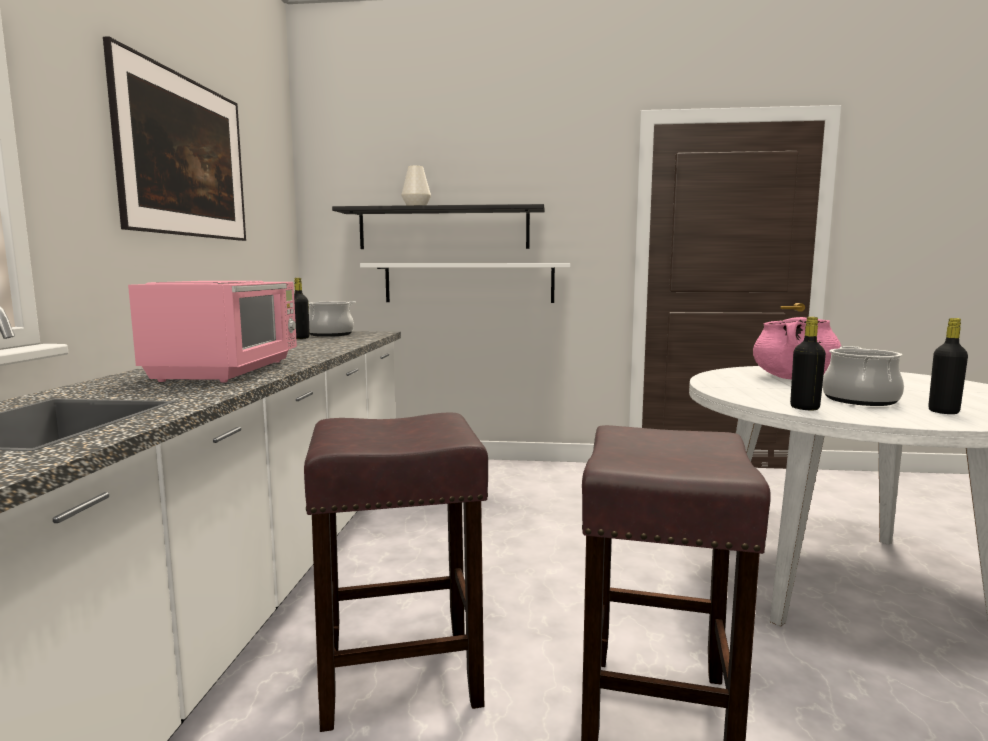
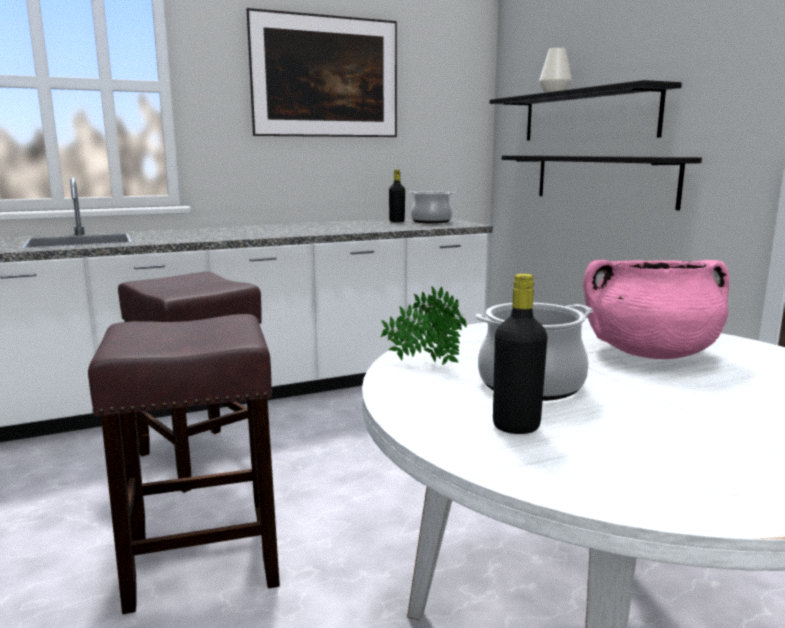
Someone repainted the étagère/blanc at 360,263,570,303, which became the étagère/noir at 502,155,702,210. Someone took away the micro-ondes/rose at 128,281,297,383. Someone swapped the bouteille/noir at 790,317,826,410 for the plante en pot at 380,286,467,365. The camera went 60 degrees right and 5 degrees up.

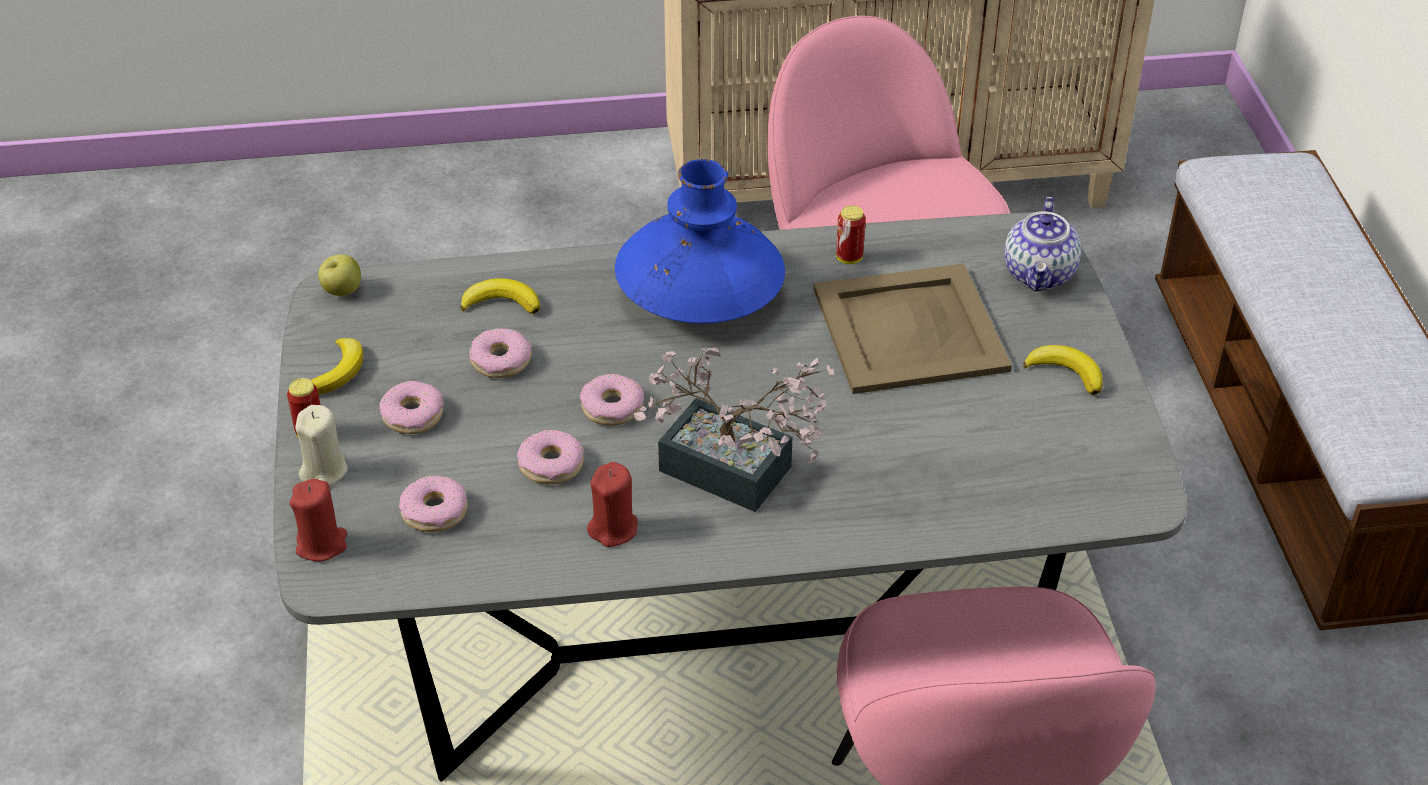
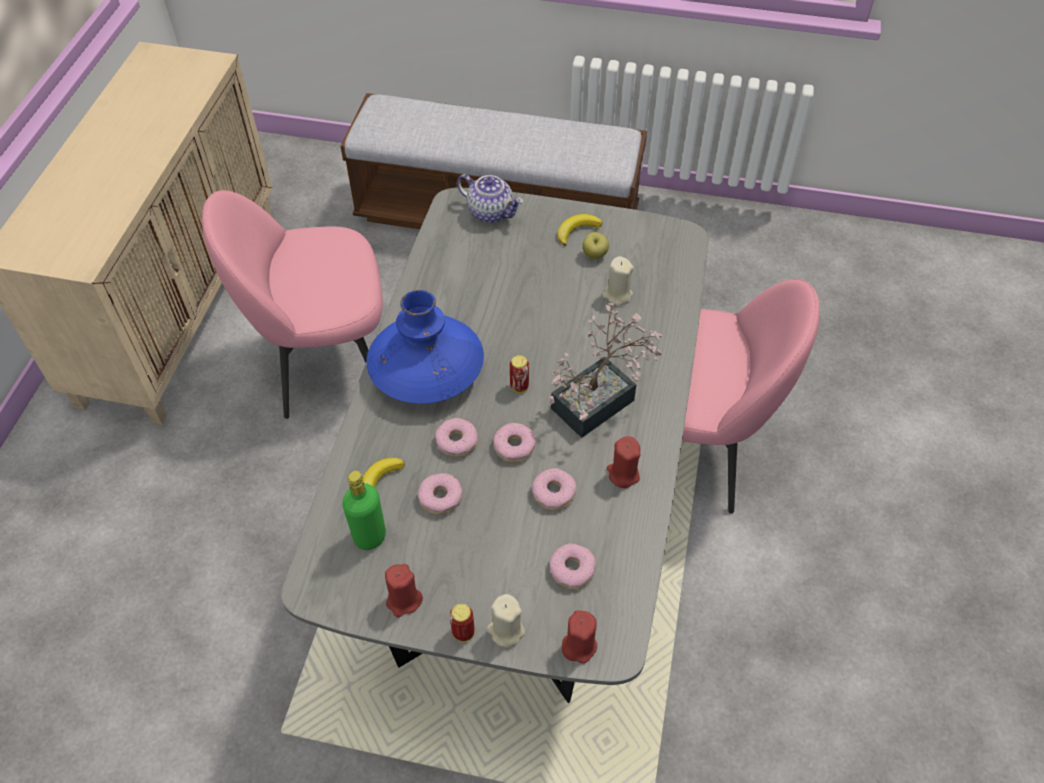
Someone carried the boîte métallique from 836,206,866,264 to 510,355,529,393. Someone carried the pomme from 318,254,361,296 to 582,232,609,259. Someone took away the plateau/beige at 814,264,1012,394. Someone swapped the banane at 311,338,363,395 for the bougie/rouge at 385,564,423,618. Someone carried the beignet from 379,381,444,434 to 435,418,478,457. Someone put down the bougie/beige at 602,256,634,305. Someone put down the bouteille/vert at 343,471,386,550. The camera went 70 degrees left and 10 degrees up.

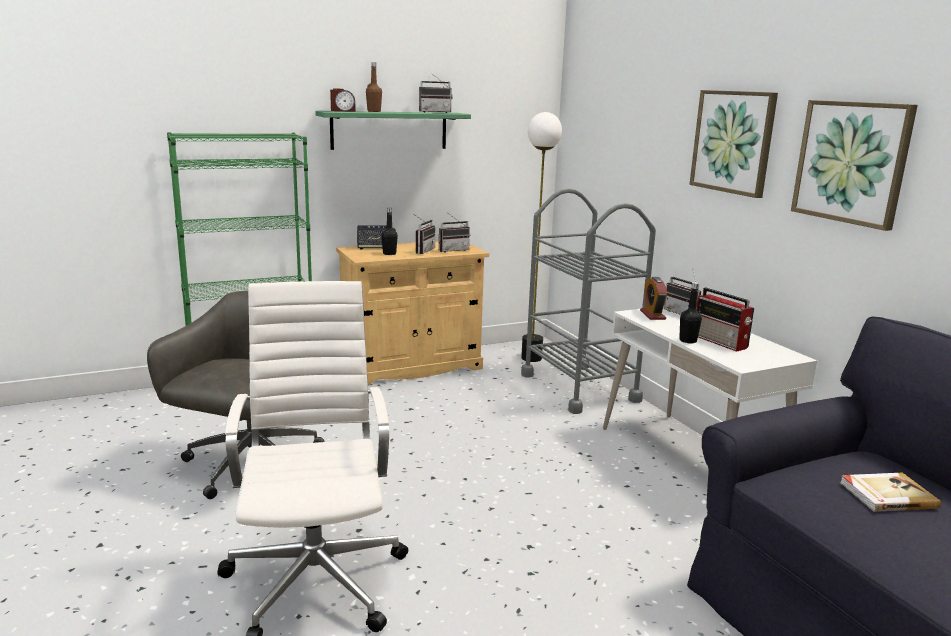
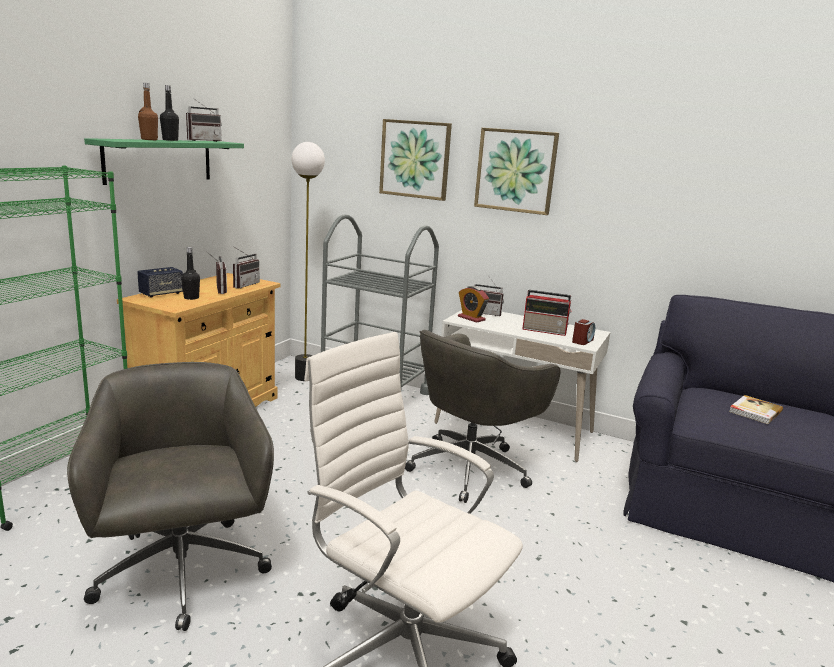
Someone carried the réveil from 330,88,356,112 to 572,319,595,345. Someone carried the tableau from 791,100,918,231 to 379,119,452,201. Someone carried the bouteille/noir from 679,282,702,343 to 160,85,179,141. Someone put down the chaise de bureau/gris at 405,330,560,503. The camera went 40 degrees left and 0 degrees up.

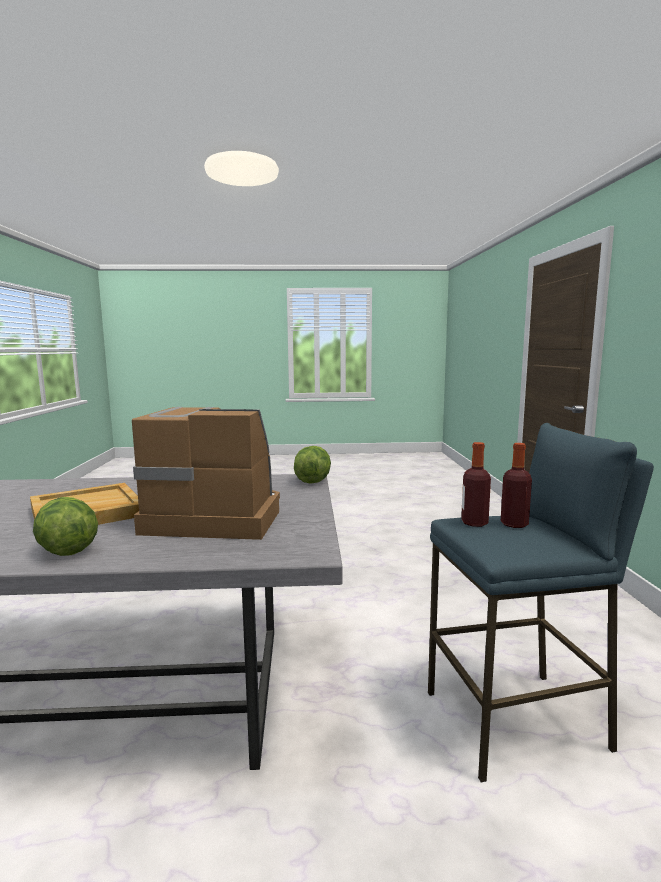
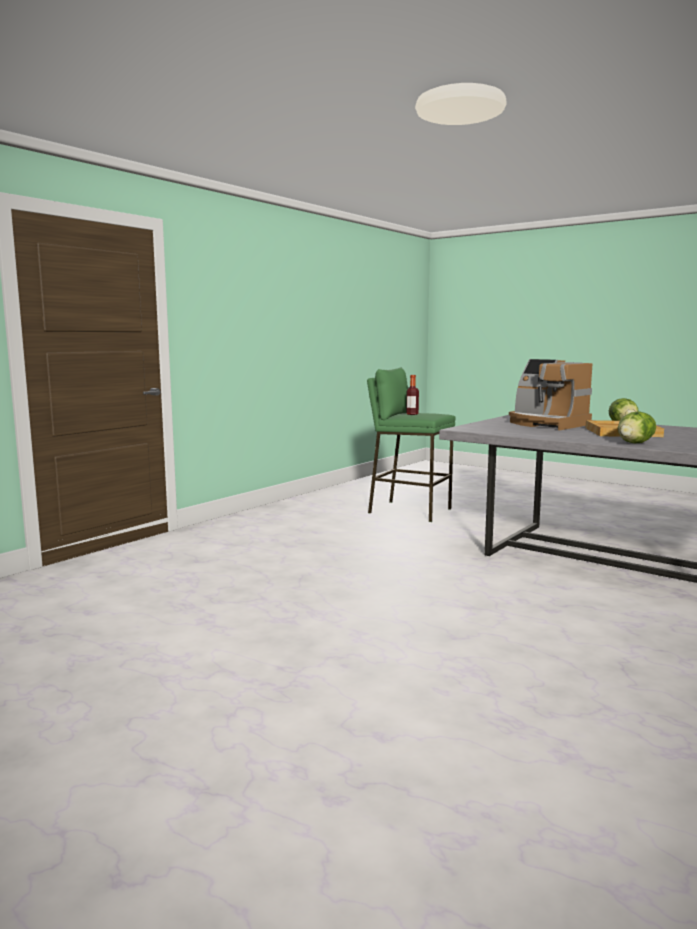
Someone repainted the tabouret/bleu at 428,423,654,782, which became the tabouret/vert at 367,367,455,522. Someone took away the bouteille at 461,442,491,527. Someone carried the laitue from 294,446,331,484 to 618,411,656,443. The camera went 140 degrees left and 0 degrees up.

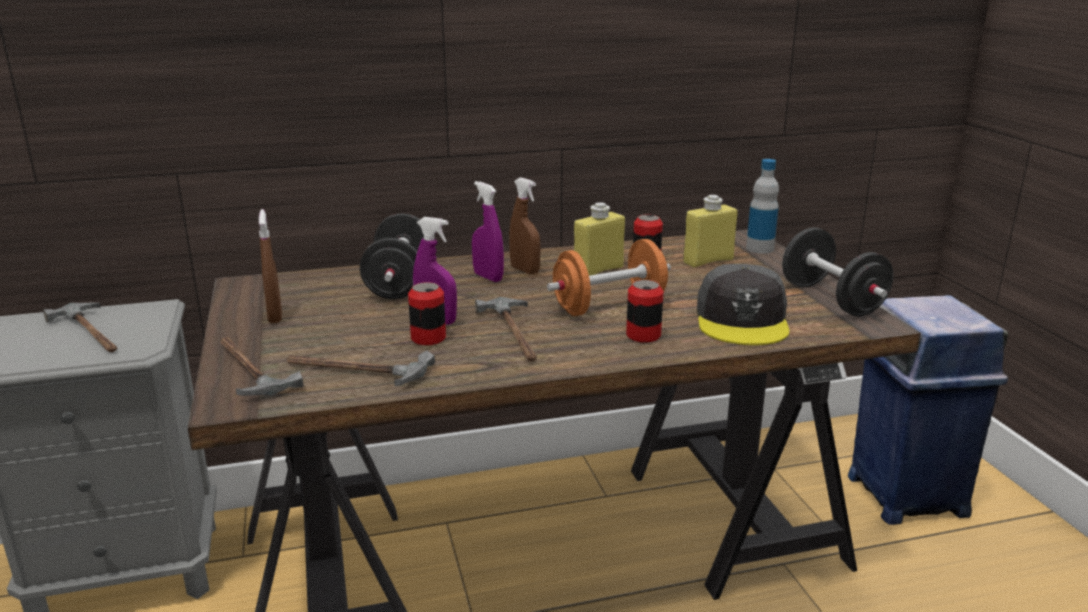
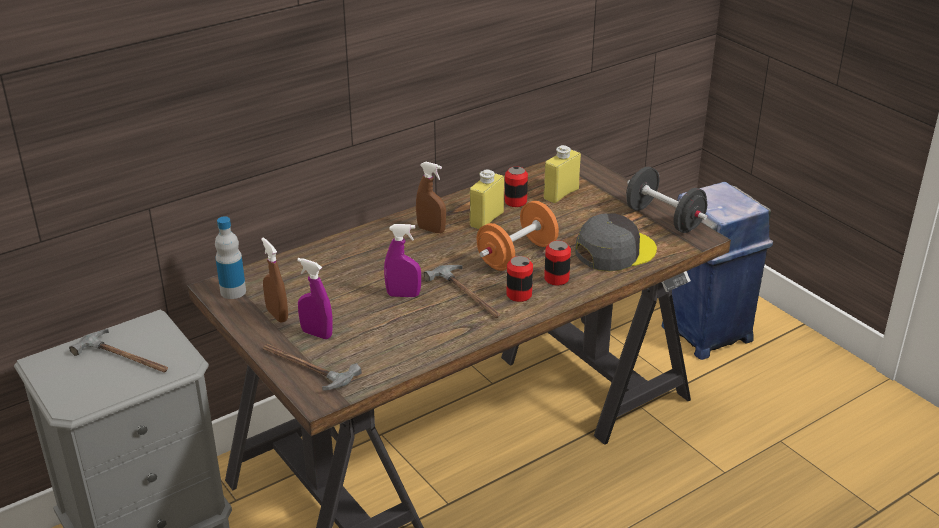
Someone carried the bouteille from 746,159,779,254 to 215,216,246,299. Someone carried the vaporisateur/violet from 472,181,504,282 to 297,258,333,339. Someone took away the haltère/noir at 360,213,424,299. Someone rotated the casquette/gris at 697,264,789,345 by 105 degrees counterclockwise. Someone carried the boîte métallique from 408,282,446,345 to 507,256,533,302. Someone took away the marteau at 287,350,435,386. The camera went 20 degrees left and 10 degrees up.

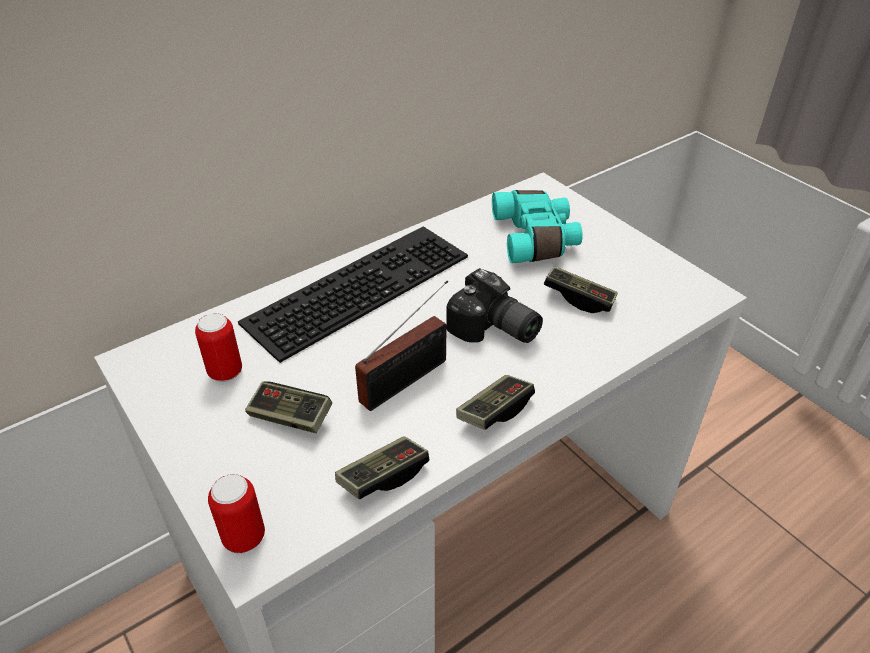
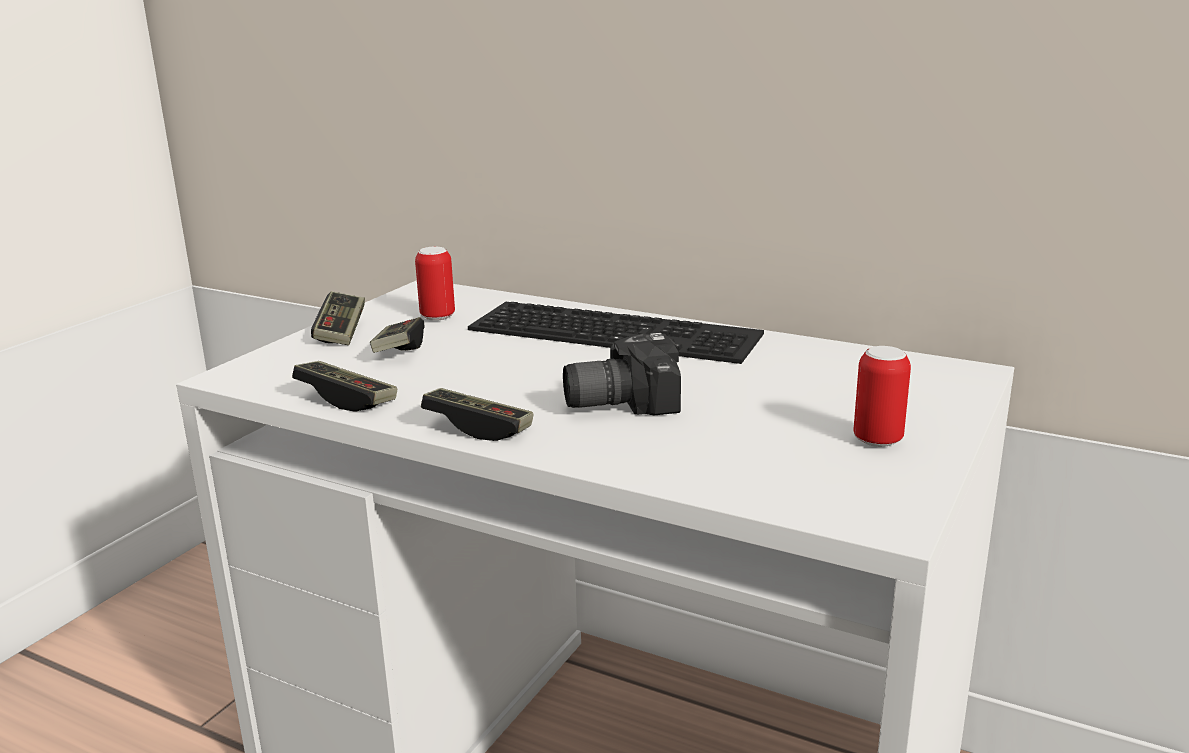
Someone took away the jumelles/turquoise at 492,190,583,263. Someone carried the manette from 544,266,618,313 to 311,291,365,345. Someone rotated the appareil photo at 446,268,543,343 by 60 degrees clockwise. Someone took away the radio at 355,281,448,411. Someone carried the boîte métallique from 208,474,265,553 to 854,346,911,447. The camera went 65 degrees right and 20 degrees down.

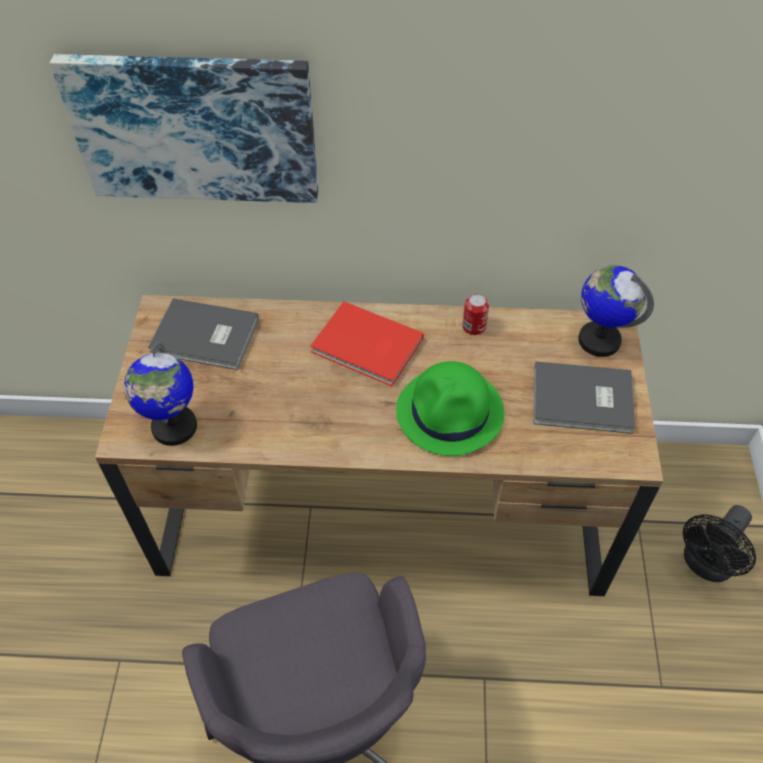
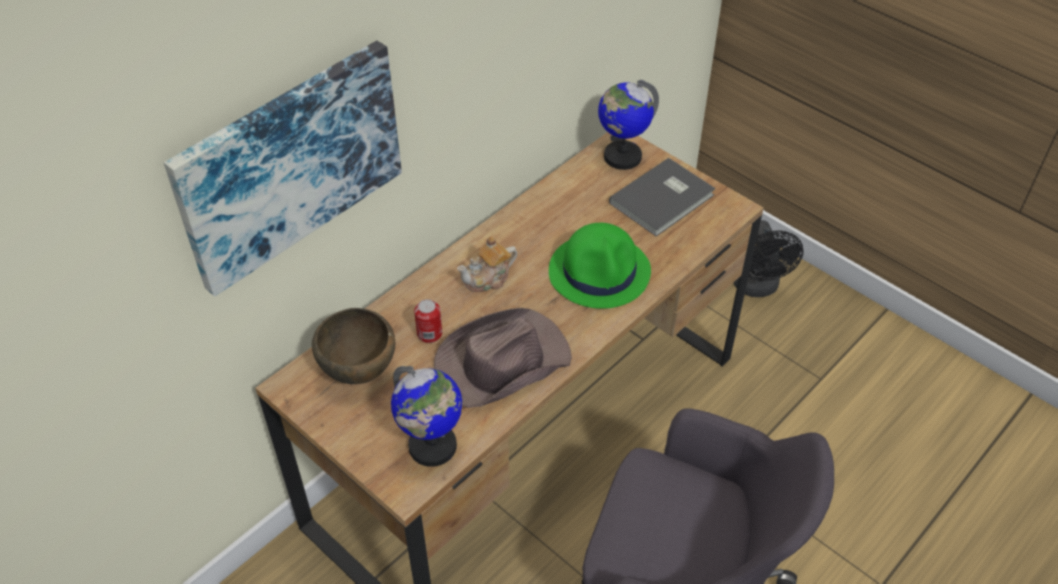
Someone carried the boîte métallique from 462,294,489,335 to 414,299,442,343. Someone swapped the livre/gris at 148,298,259,370 for the bol/marron at 312,308,395,384. Someone swapped the livre/rouge at 310,301,424,386 for the théière at 457,236,518,292. Someone put down the chapeau/marron at 434,308,572,408. The camera went 50 degrees left and 5 degrees down.

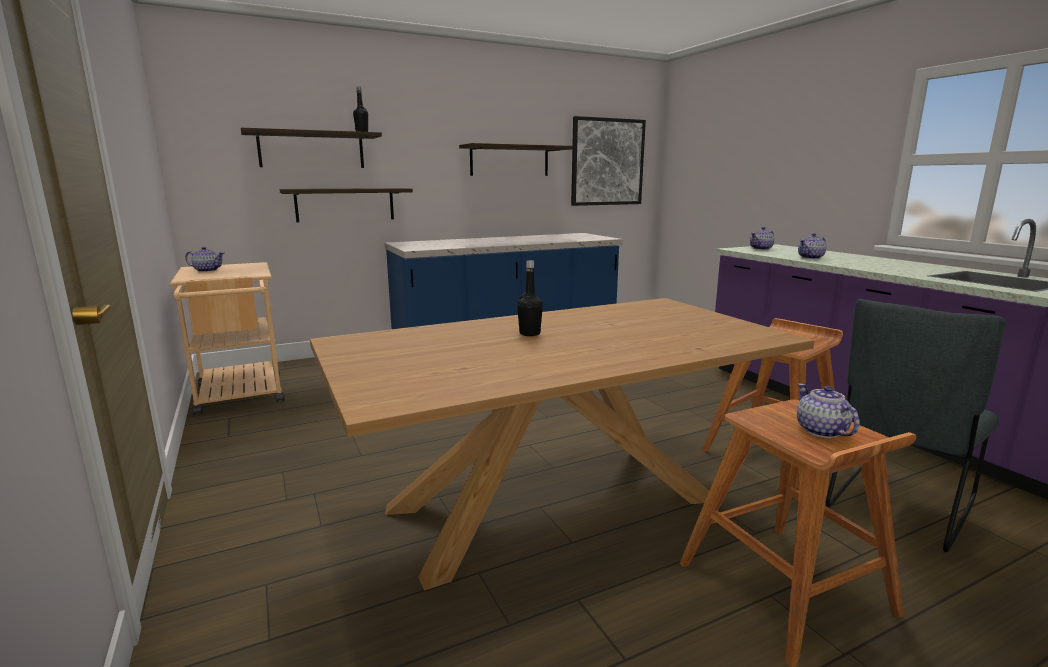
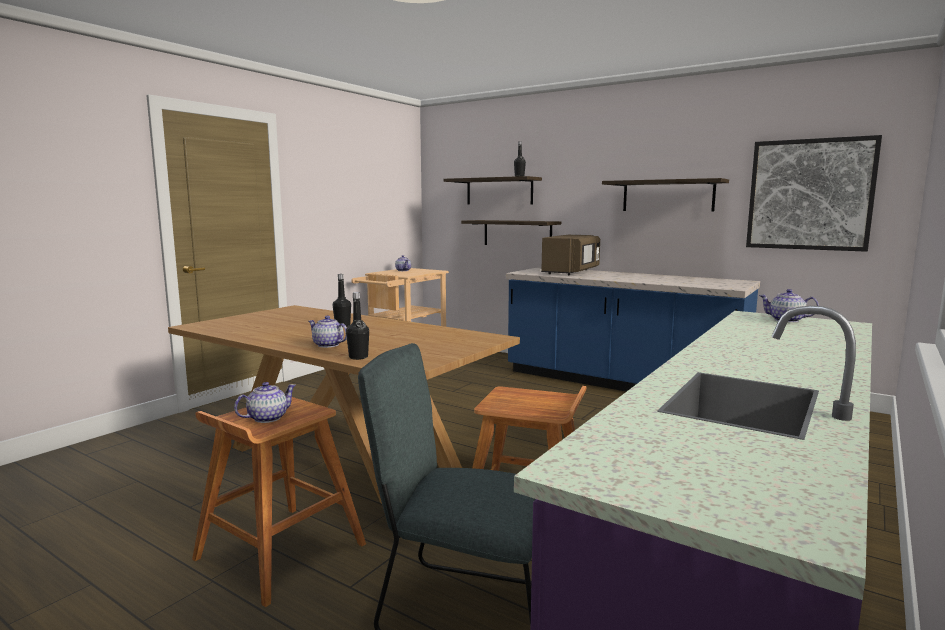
Someone carried the théière from 798,233,827,259 to 308,315,347,348. Someone put down the micro-ondes/marron at 541,235,600,275. Someone put down the bouteille/noir at 346,292,369,360. The camera went 60 degrees right and 5 degrees down.

